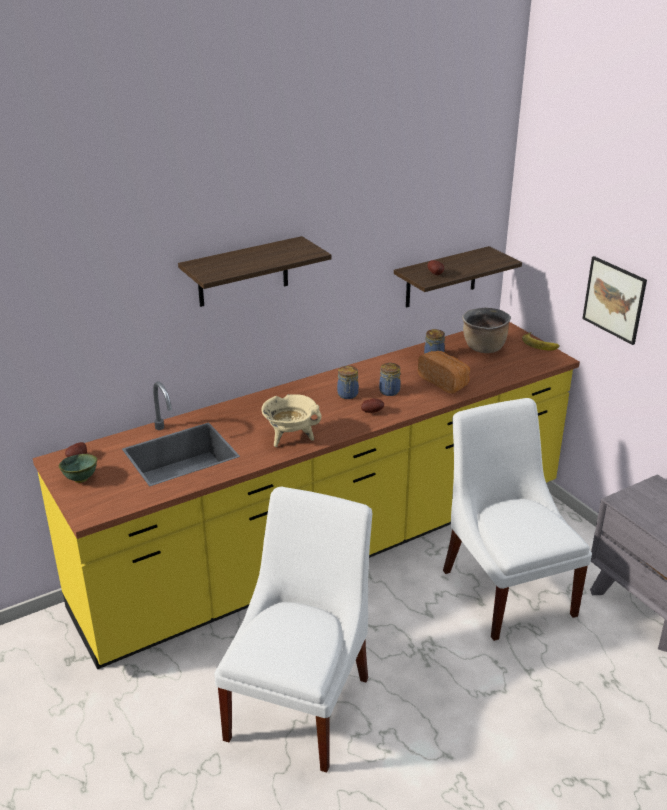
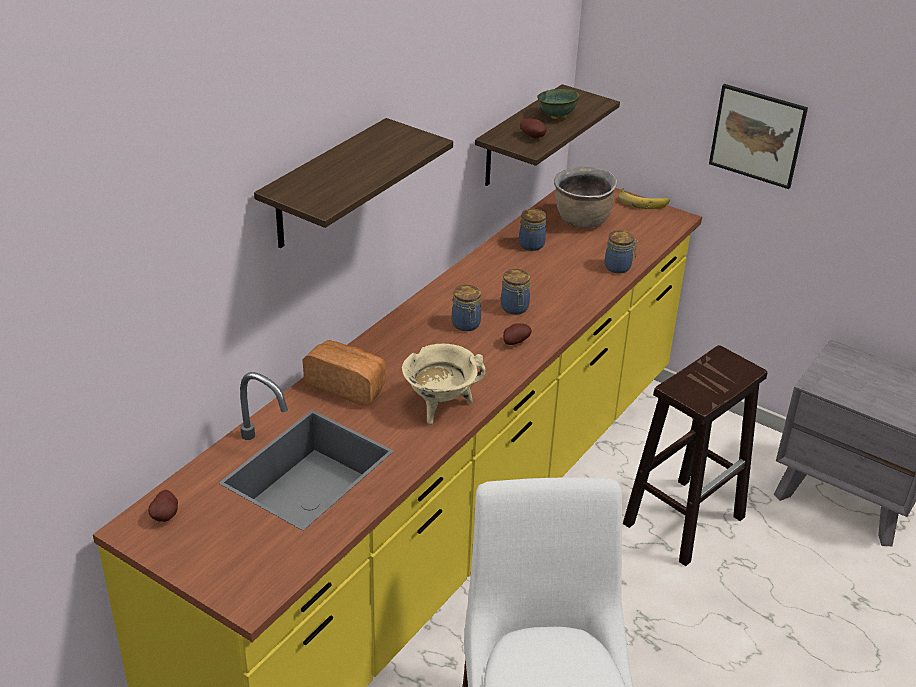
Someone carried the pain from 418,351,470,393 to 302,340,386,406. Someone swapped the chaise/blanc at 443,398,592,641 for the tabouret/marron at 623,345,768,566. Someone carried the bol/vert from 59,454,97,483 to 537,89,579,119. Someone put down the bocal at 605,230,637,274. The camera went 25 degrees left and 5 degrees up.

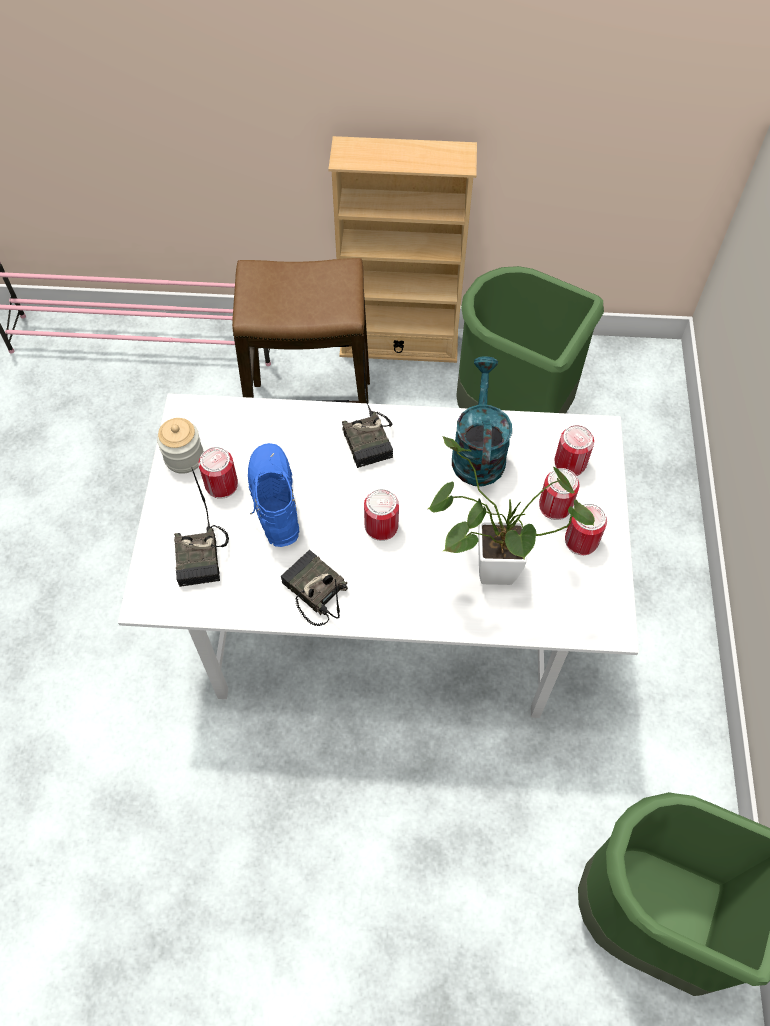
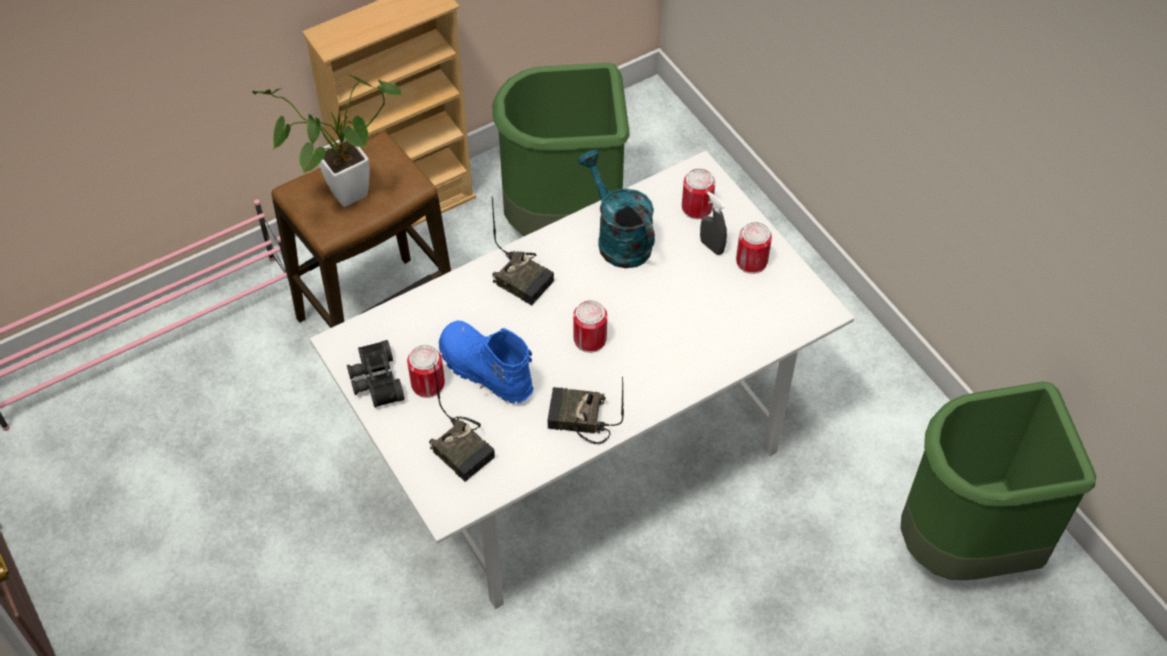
Someone swapped the bocal at 157,418,204,474 for the jumelles/noir at 347,340,405,408. Someone carried the plante en pot from 428,436,595,585 to 252,75,402,207. Someone swapped the boîte métallique at 539,468,580,520 for the vaporisateur/gris at 700,192,727,255. The camera went 35 degrees left and 5 degrees down.

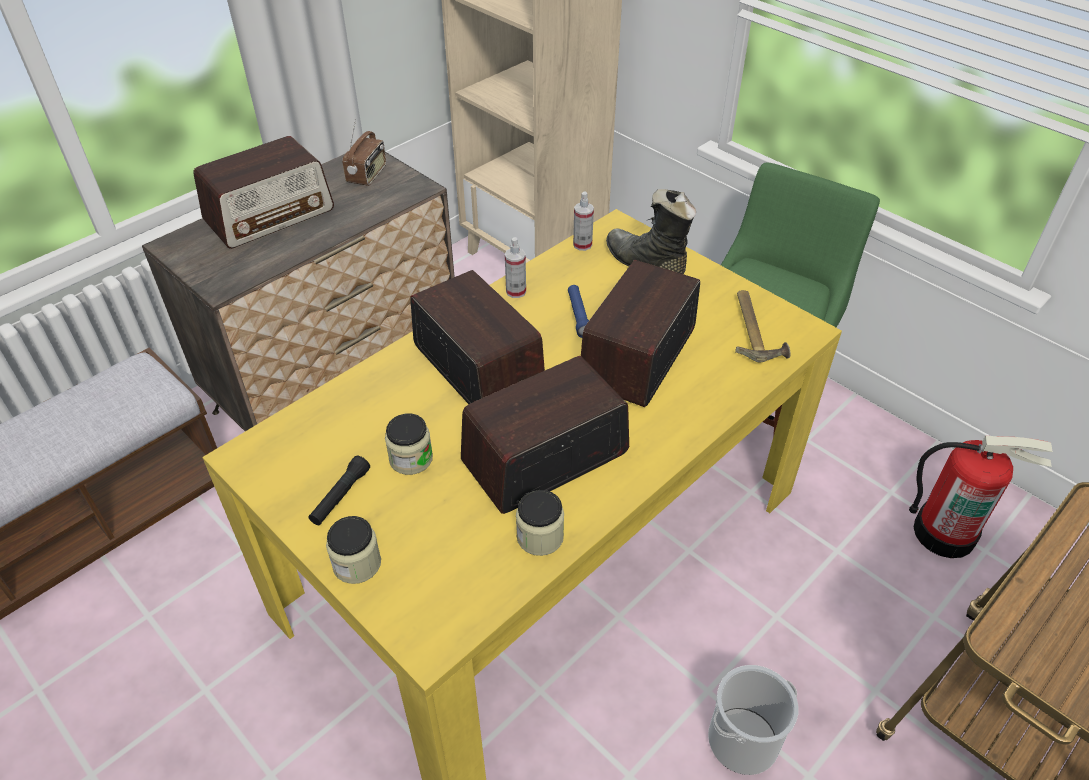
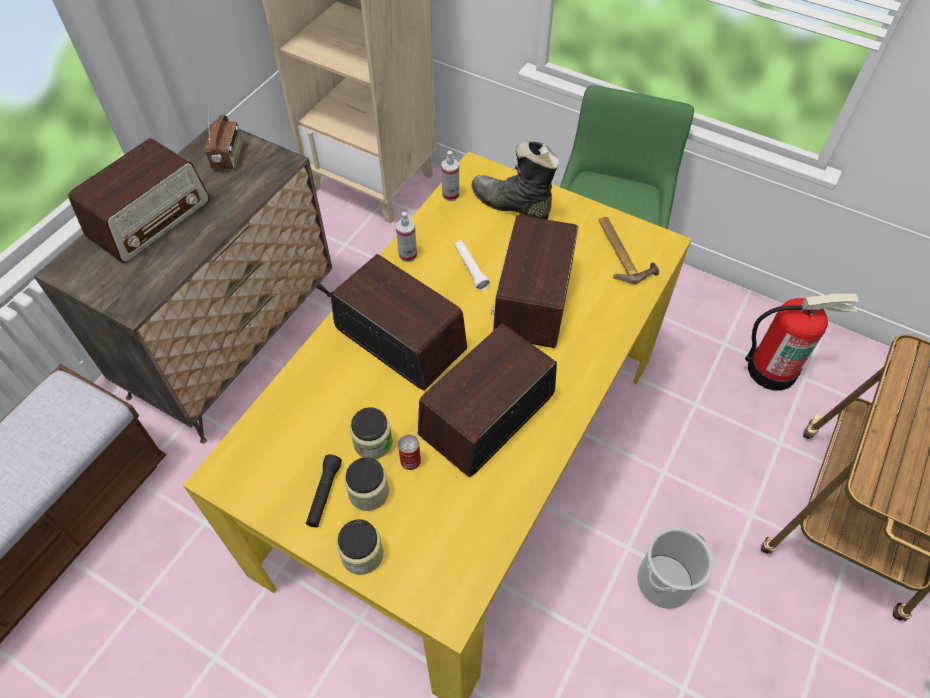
Someone repainted the lampe de poche/bleu at 568,285,589,338, which became the lampe de poche/blanc at 454,240,490,291. Someone carried the bocal from 516,490,564,556 to 345,457,389,511. Someone put down the boîte métallique at 398,435,421,470. The camera went 15 degrees left and 10 degrees up.

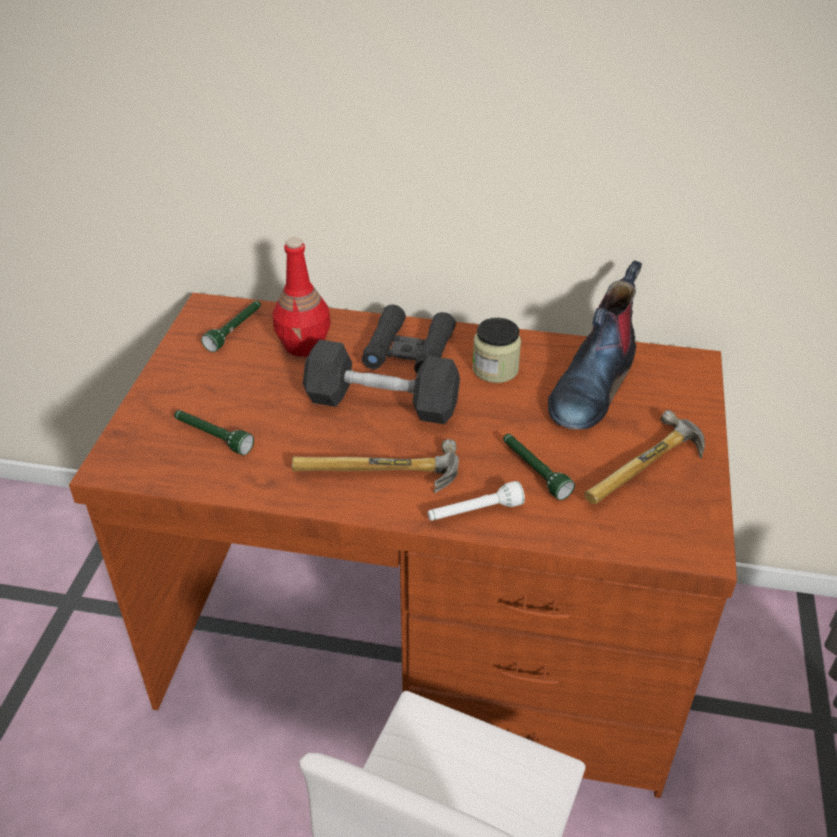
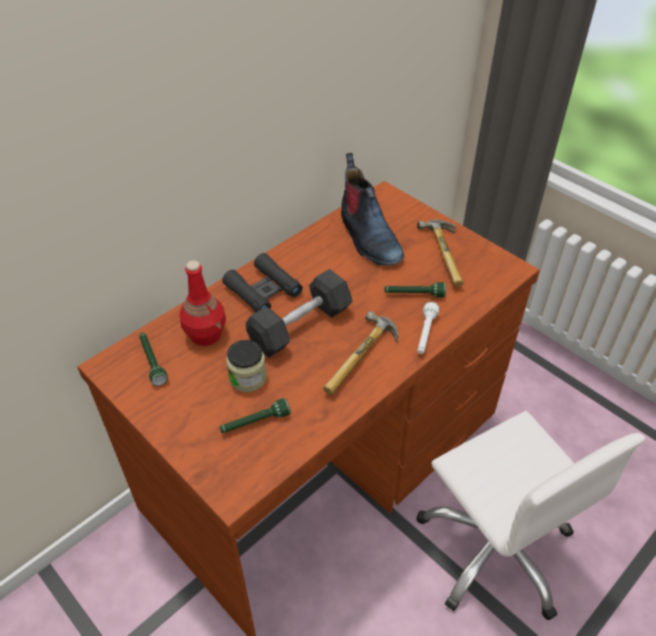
Someone carried the bocal from 472,318,521,383 to 226,340,267,392. The camera went 55 degrees left and 5 degrees up.

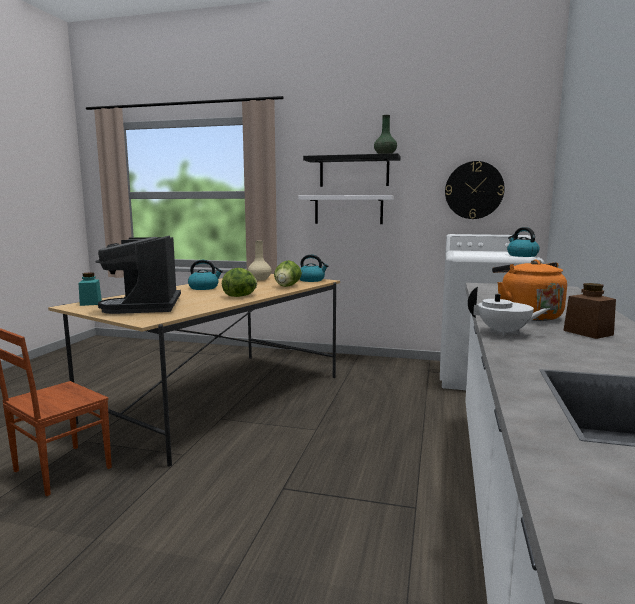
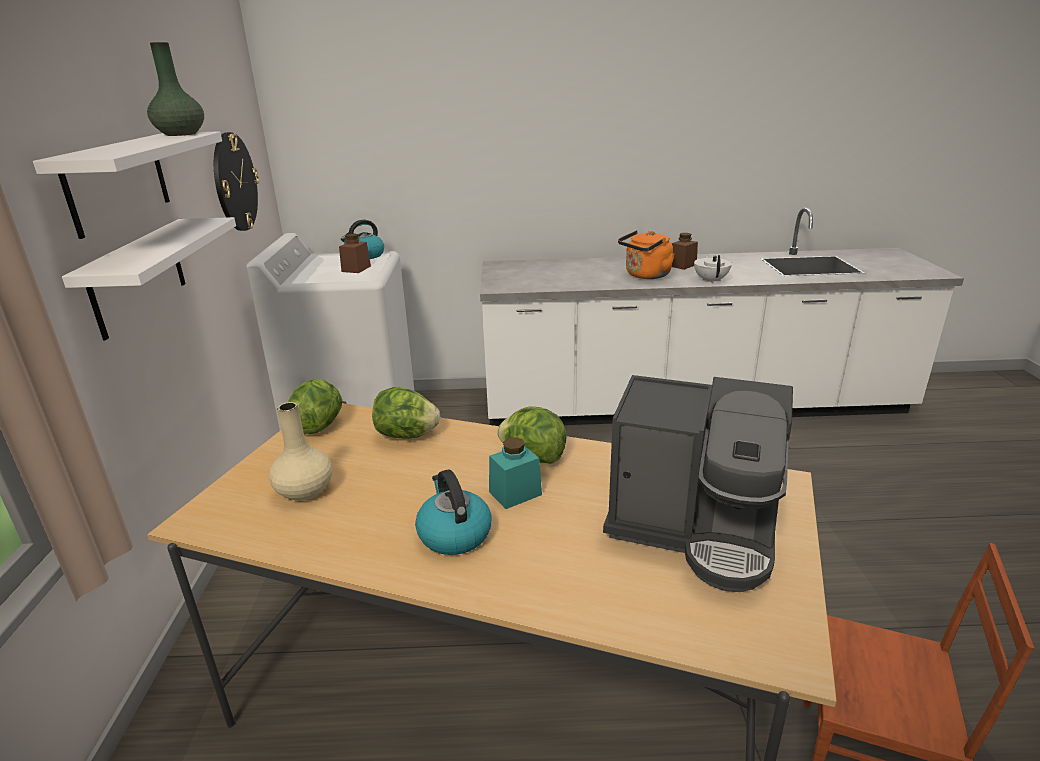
Someone repainted the étagère/noir at 303,153,401,187, which became the étagère/blanc at 33,131,222,239. Someone rotated the machine à café at 95,236,181,314 by 45 degrees clockwise. Someone swapped the bouilloire at 300,254,328,282 for the laitue at 288,379,342,434. Someone carried the bocal/turquoise from 79,272,102,306 to 489,437,542,509. Someone put down the bocal/marron at 339,234,371,273. The camera went 105 degrees left and 15 degrees up.

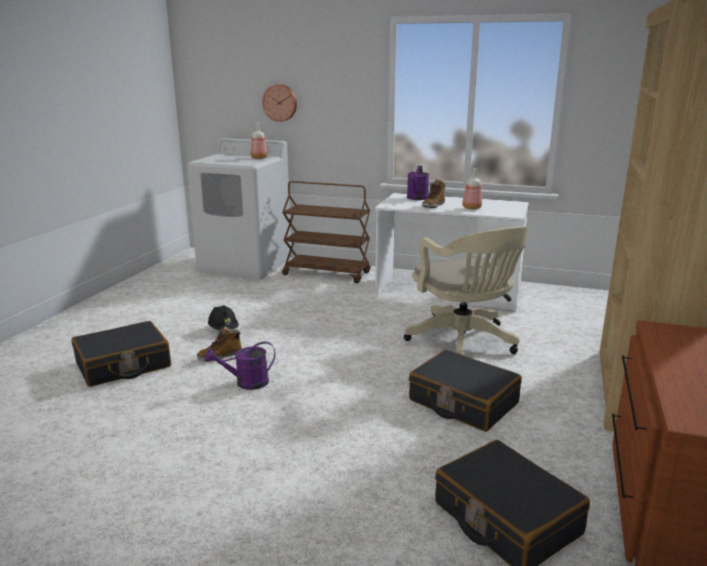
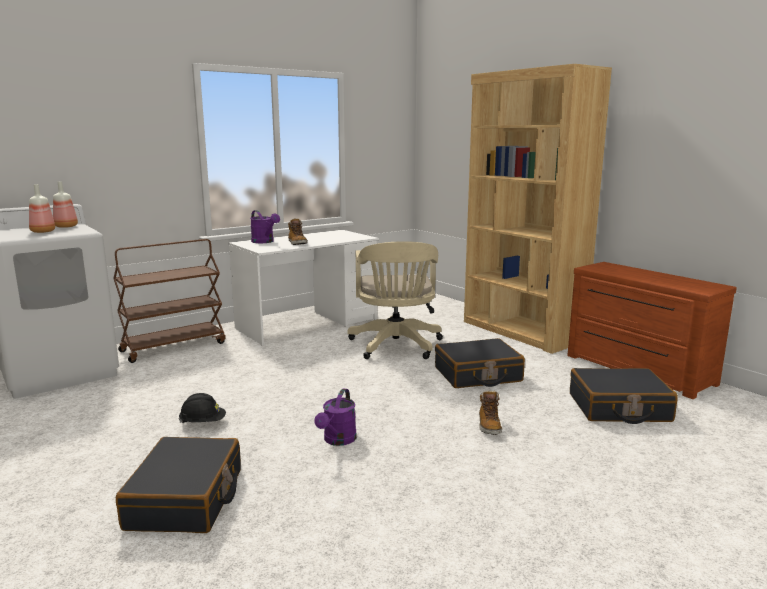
Someone took away the horloge murale at 262,84,297,122. Someone carried the bouteille from 462,168,482,209 to 29,184,55,233. Someone rotated the chaise de bureau/beige at 404,226,529,355 by 75 degrees clockwise. Someone carried the botte from 197,326,242,362 to 479,390,502,435. The camera went 55 degrees left and 5 degrees down.

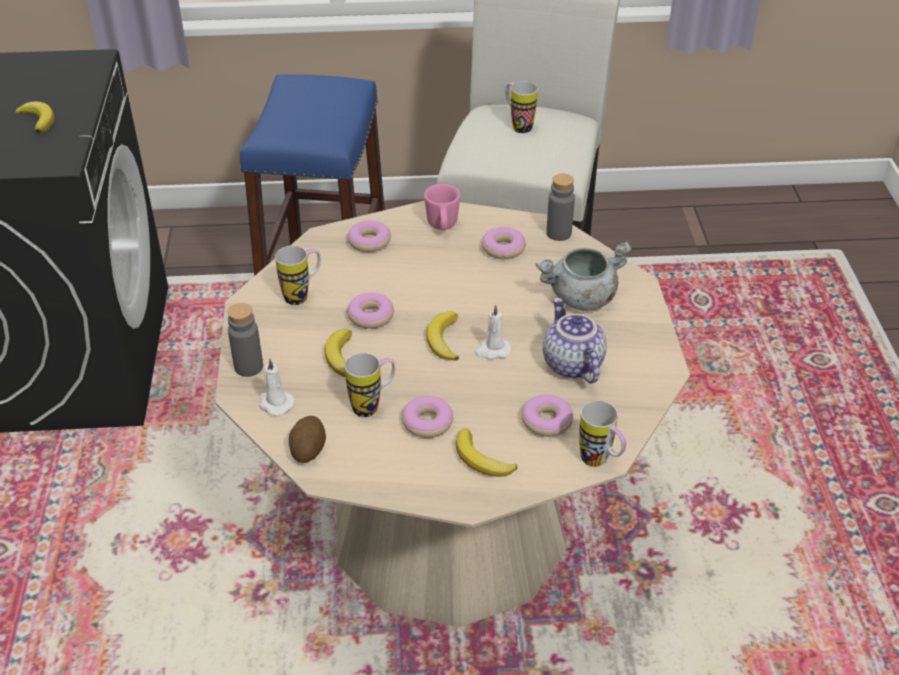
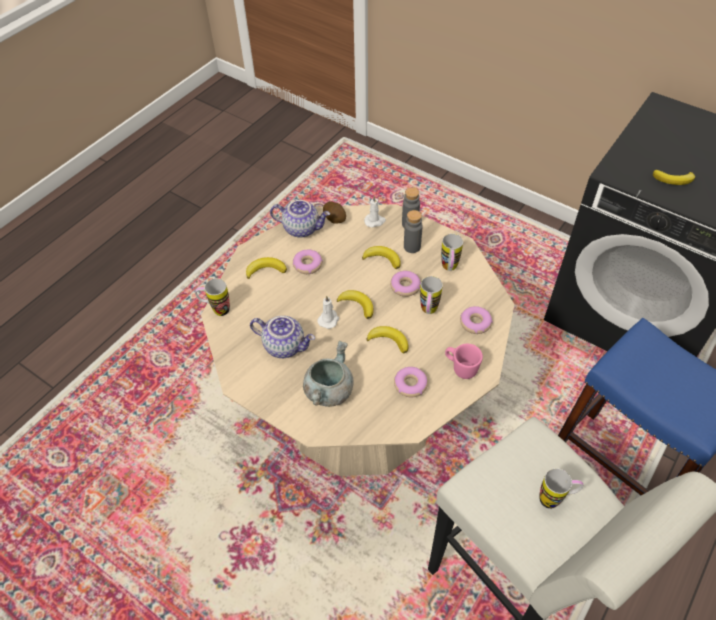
Someone carried the bouteille/gris from 546,173,575,241 to 404,210,423,253. Someone carried the mug from 345,353,396,417 to 420,276,443,314. Someone took away the beignet at 522,395,573,437. Someone put down the théière at 270,200,330,238. Someone put down the banane at 366,326,409,354. The camera went 130 degrees right and 10 degrees up.

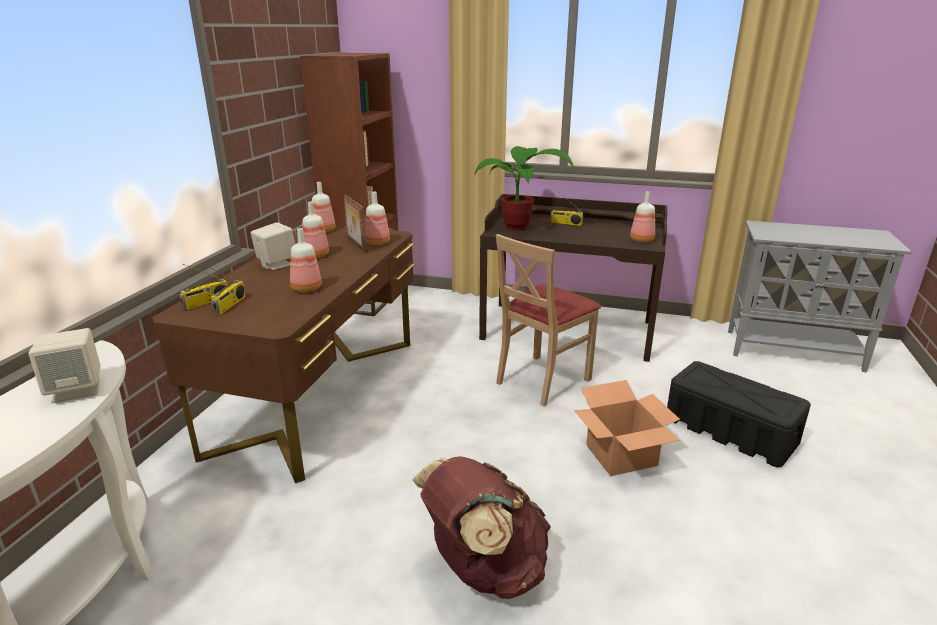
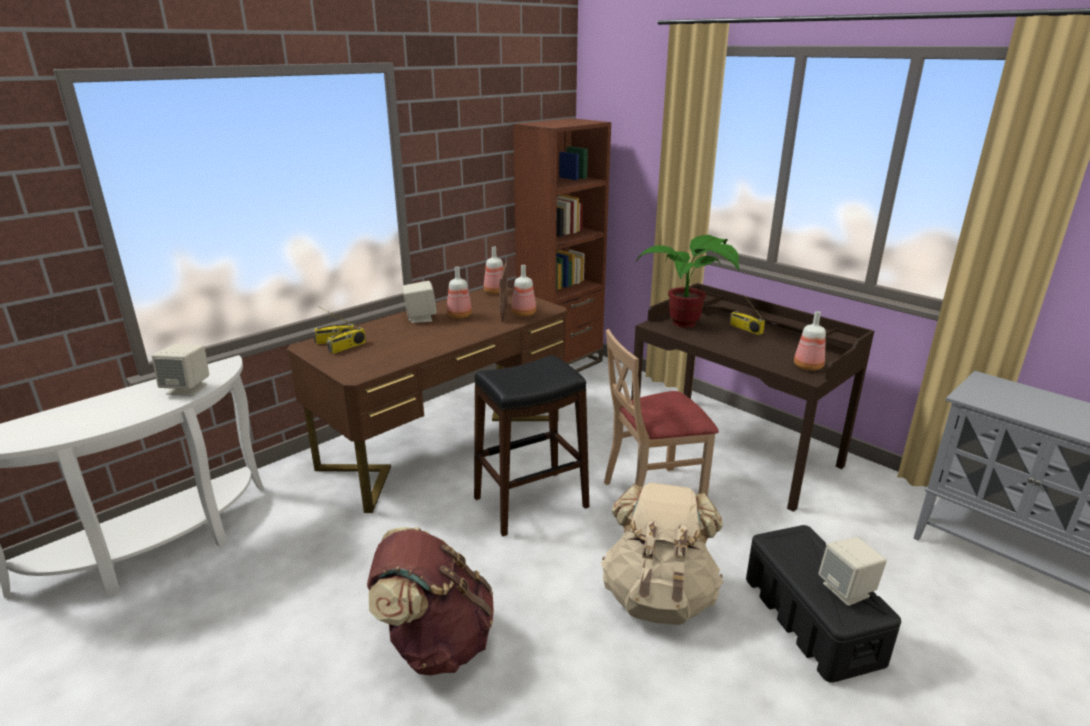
Someone took away the bouteille at 290,228,322,292. Someone swapped the carton at 574,380,680,476 for the sac à dos/beige at 601,483,724,625. Someone put down the tabouret/noir at 474,355,589,536. Someone put down the enceinte/beige at 818,537,887,606. The camera went 30 degrees right and 0 degrees up.

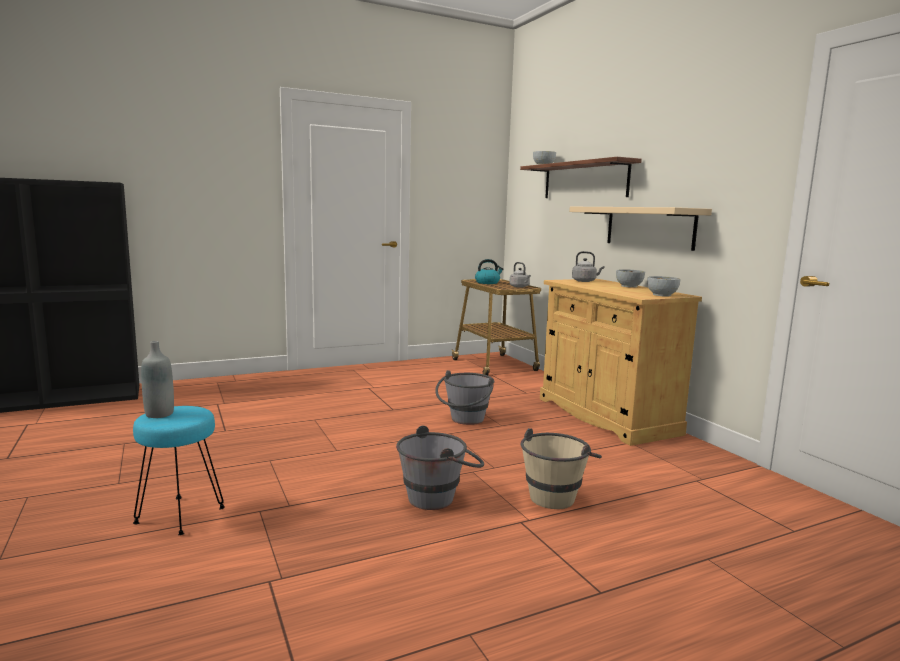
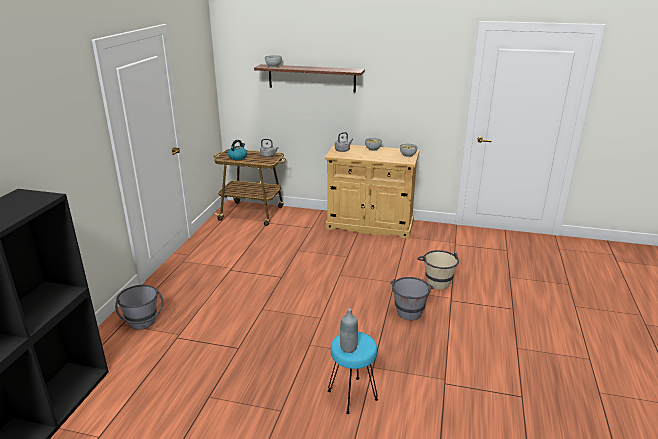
Someone took away the étagère/beige at 569,207,712,251. Someone carried the seau/gris from 435,370,495,425 to 115,285,163,330. The camera went 50 degrees left and 15 degrees up.

